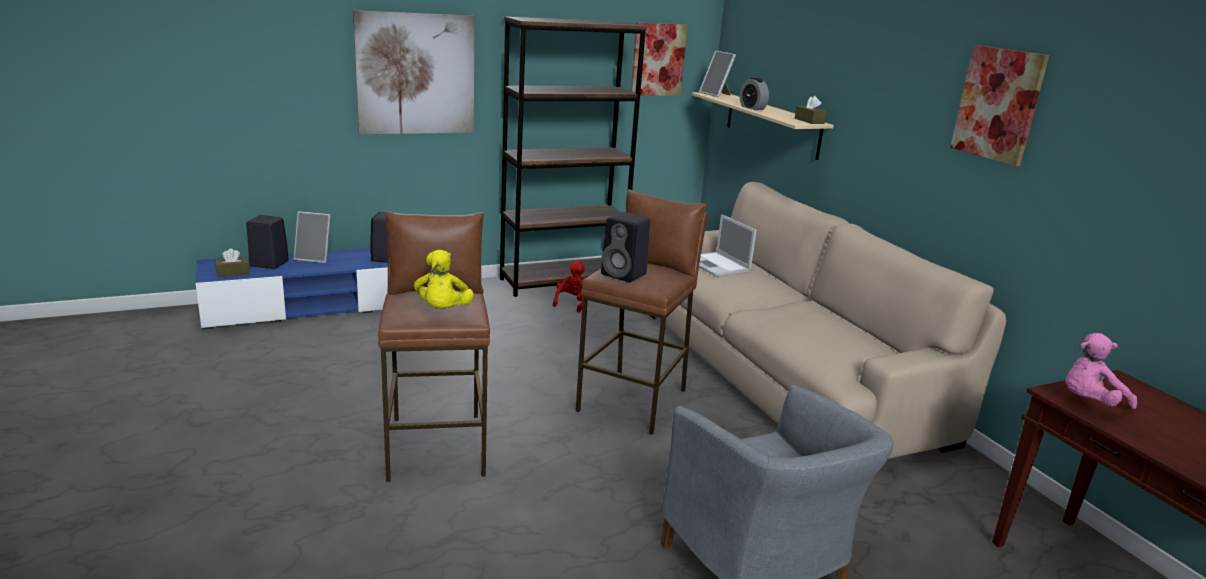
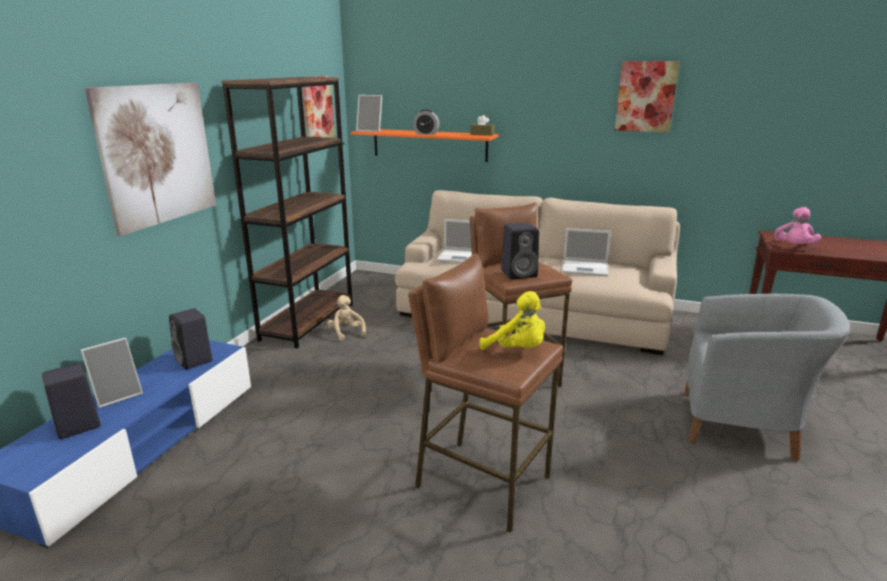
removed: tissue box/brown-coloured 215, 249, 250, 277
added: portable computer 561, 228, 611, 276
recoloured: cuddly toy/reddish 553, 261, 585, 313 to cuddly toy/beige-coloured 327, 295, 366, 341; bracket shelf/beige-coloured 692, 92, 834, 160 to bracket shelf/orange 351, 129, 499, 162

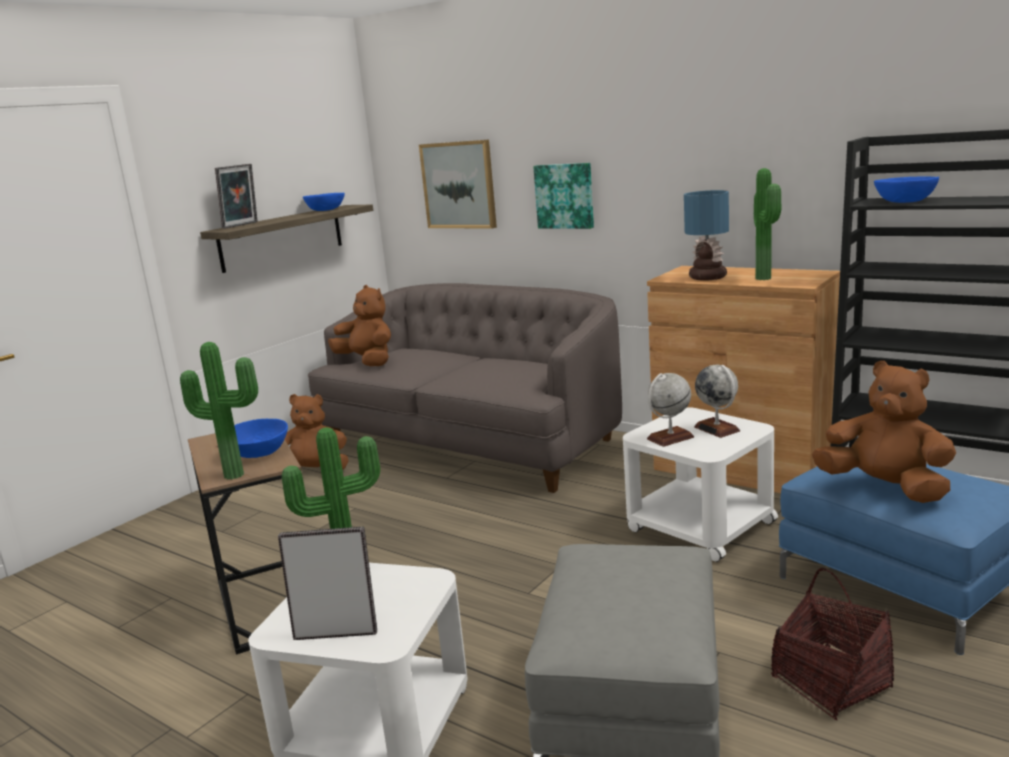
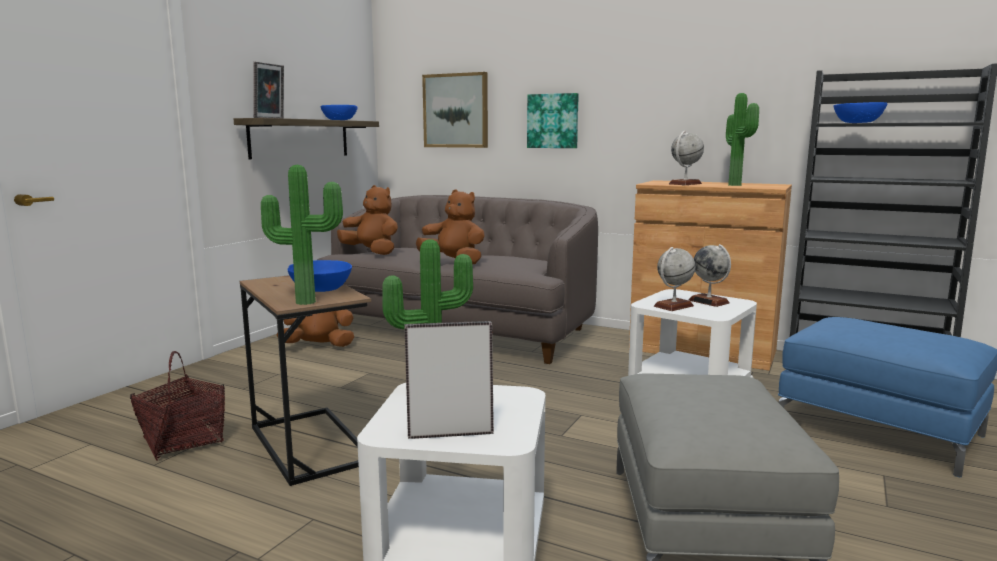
moved: storage basket 771, 568, 894, 720 to 130, 351, 225, 461; cuddly toy/brown-coloured 812, 361, 956, 503 to 416, 189, 485, 264
replaced: table lamp 684, 190, 729, 281 to world globe 669, 131, 704, 185

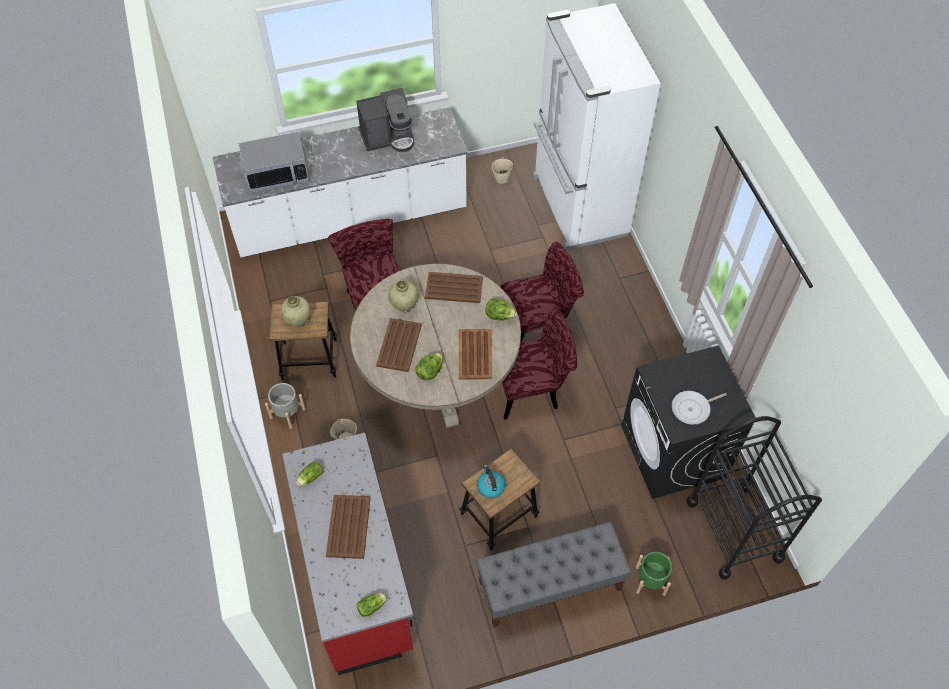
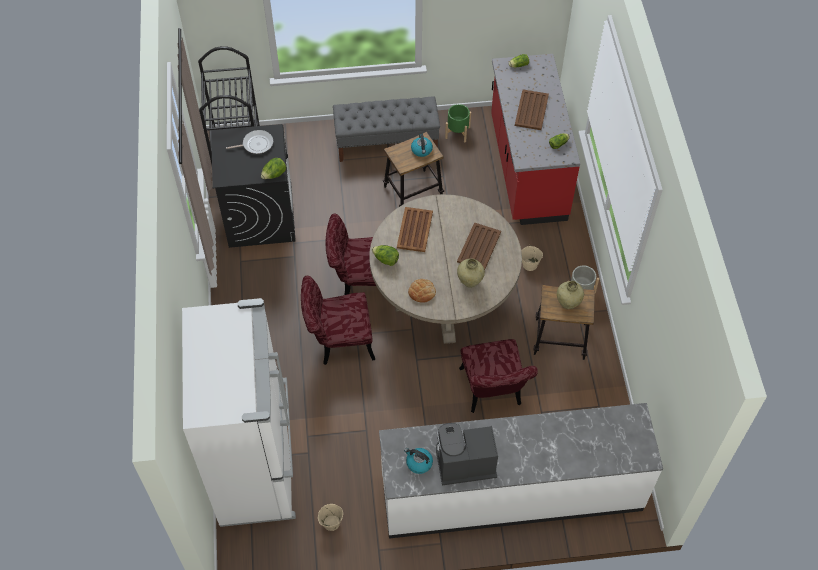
removed: kitchen microwave 239, 132, 309, 193
added: kettle 404, 448, 433, 474
moved: lettuce head 415, 353, 443, 381 to 261, 158, 286, 179; plant pot/greenish 636, 552, 672, 596 to 445, 104, 471, 143
replaced: serving tray/brown-coloured 425, 272, 483, 303 to bakery bread 408, 279, 436, 303

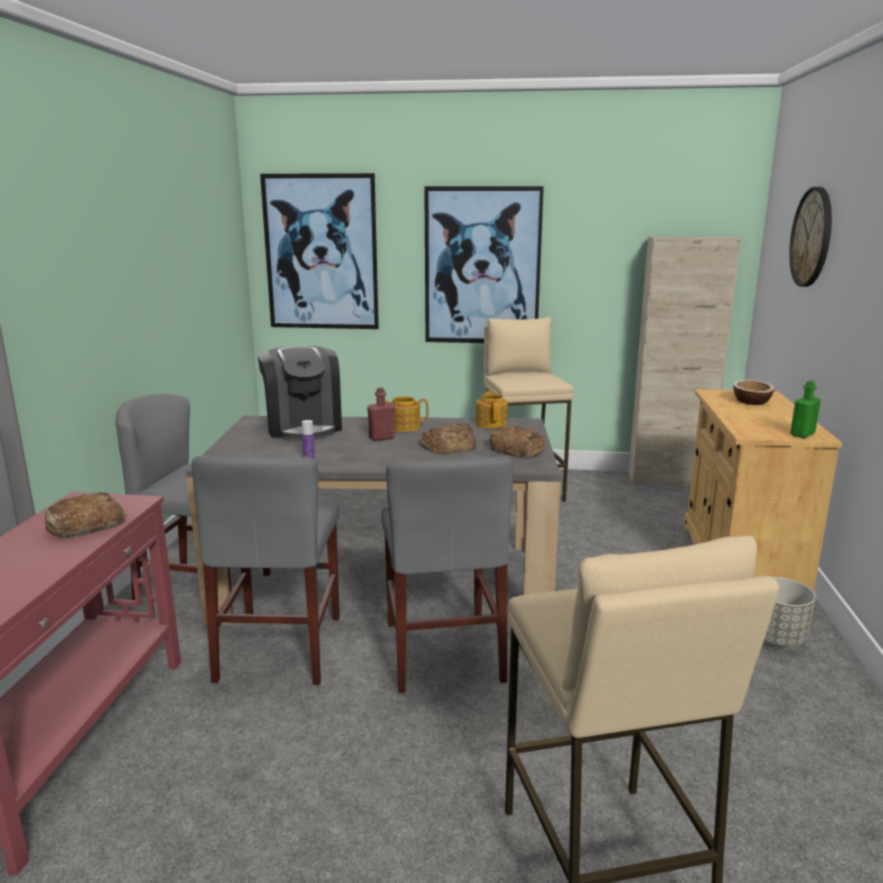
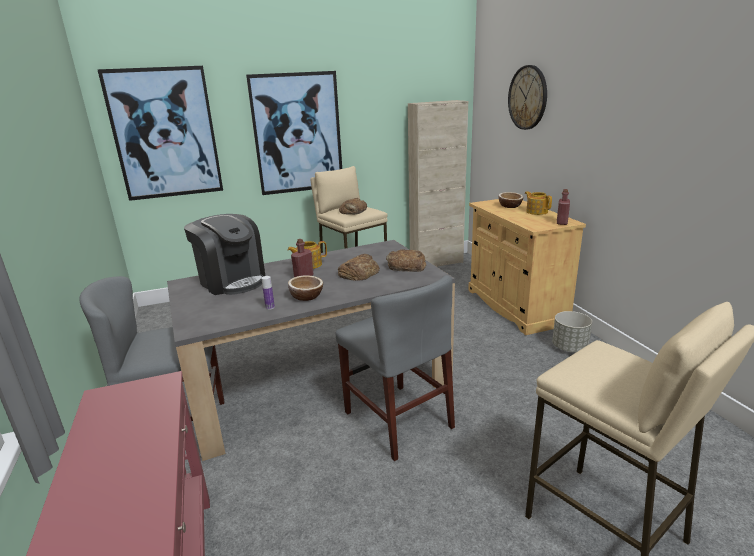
removed: chair/greyish 191, 456, 340, 685
added: serving bowl 288, 275, 323, 301
moved: bakery bread 45, 492, 127, 539 to 339, 198, 367, 215; pot for tea 476, 391, 508, 429 to 525, 191, 552, 215
recoloured: beverage bottle/greenish 790, 380, 821, 438 to beverage bottle/reddish 557, 189, 570, 225

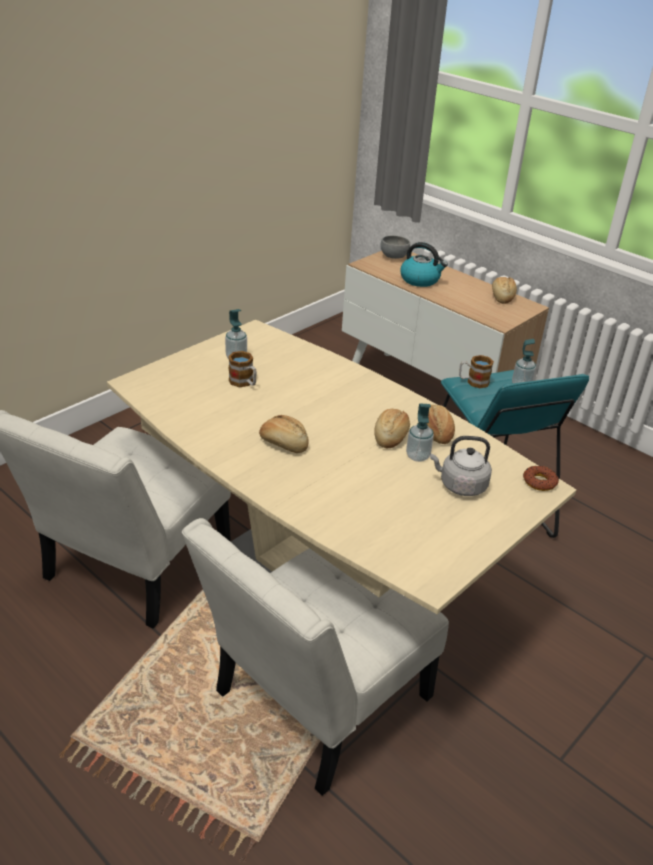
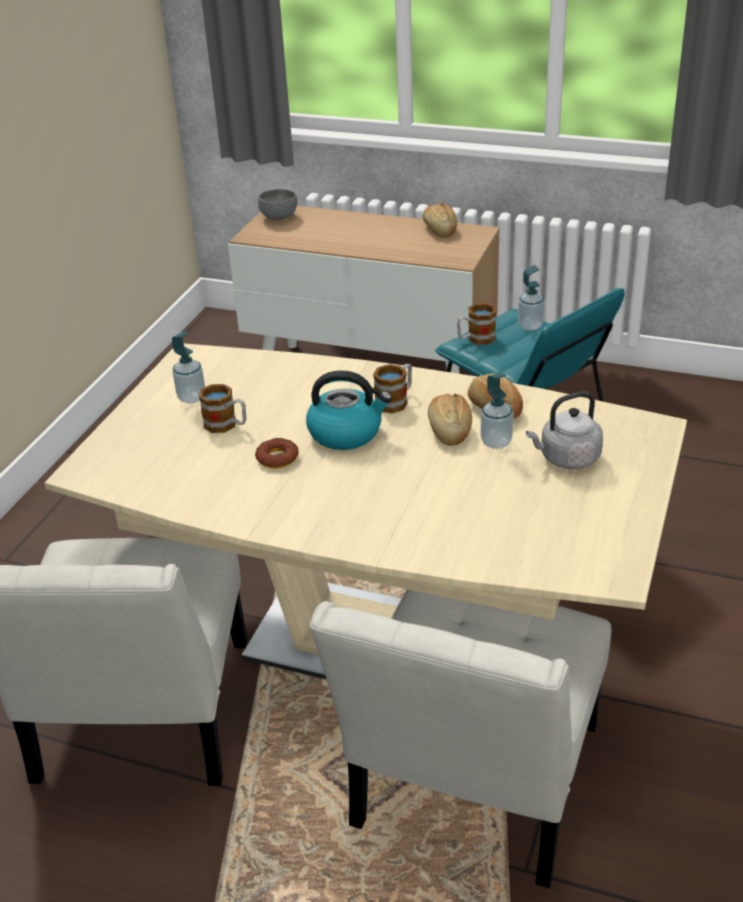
removed: bakery bread 259, 415, 309, 453
added: tea mug 373, 364, 412, 413
moved: kettle 400, 242, 448, 287 to 306, 370, 392, 450; donut 523, 466, 559, 491 to 255, 438, 298, 468

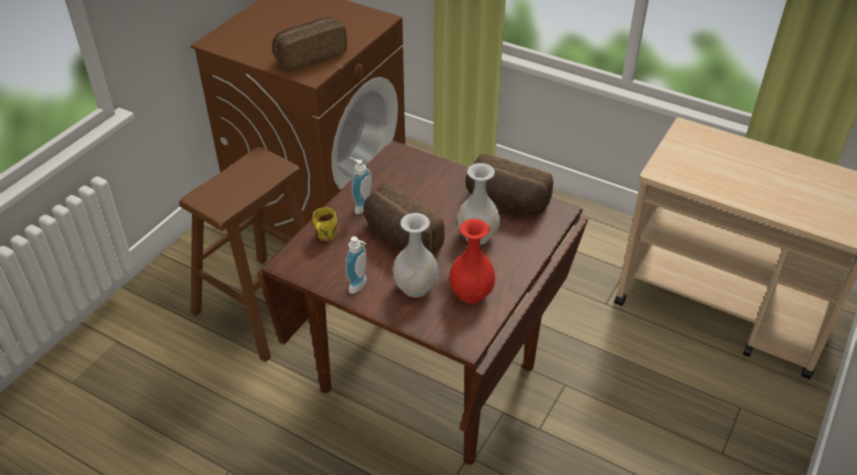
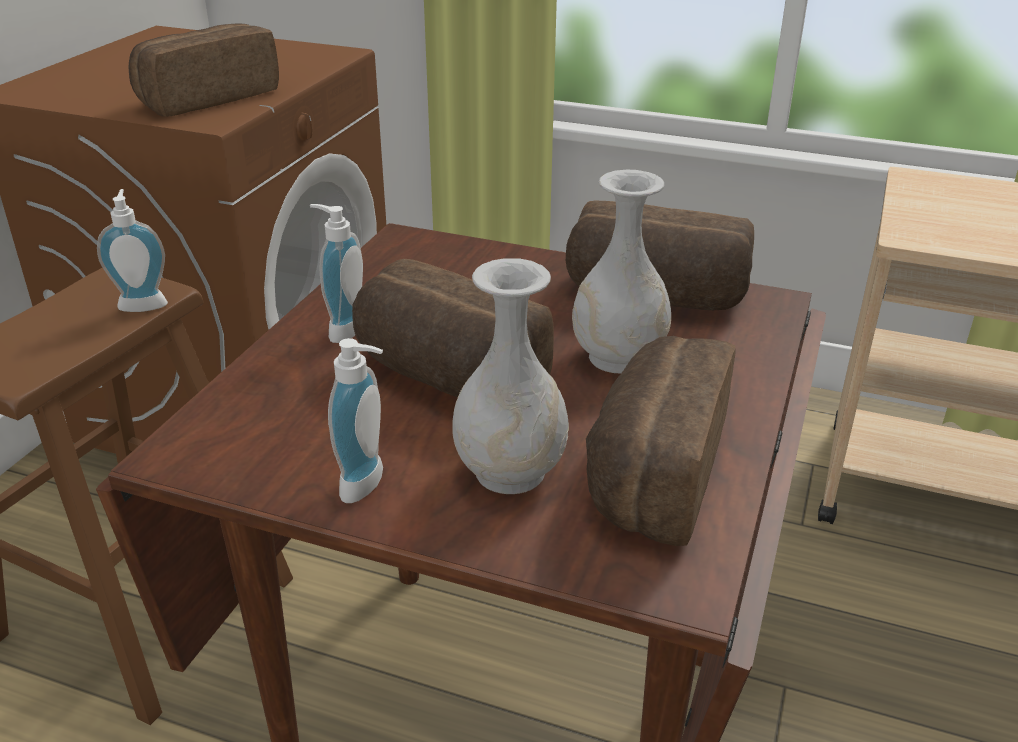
removed: tea mug/yellow-coloured 312, 207, 337, 241
added: soap bottle 97, 189, 168, 312
replaced: decorative vase/reddish 449, 219, 495, 304 to bakery bread 586, 336, 736, 546

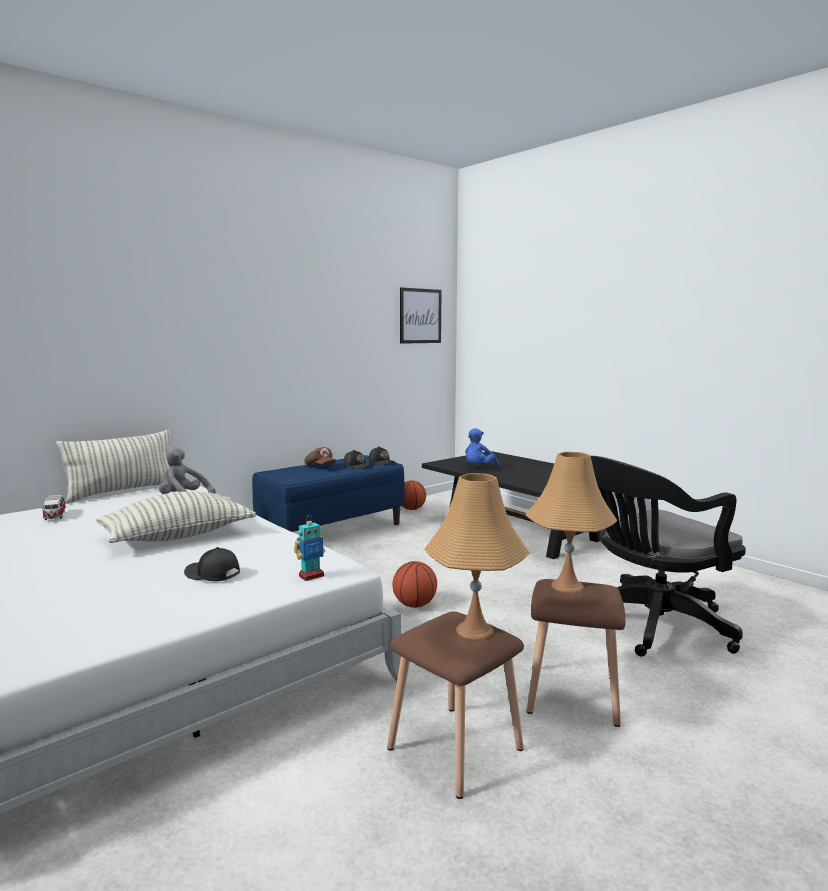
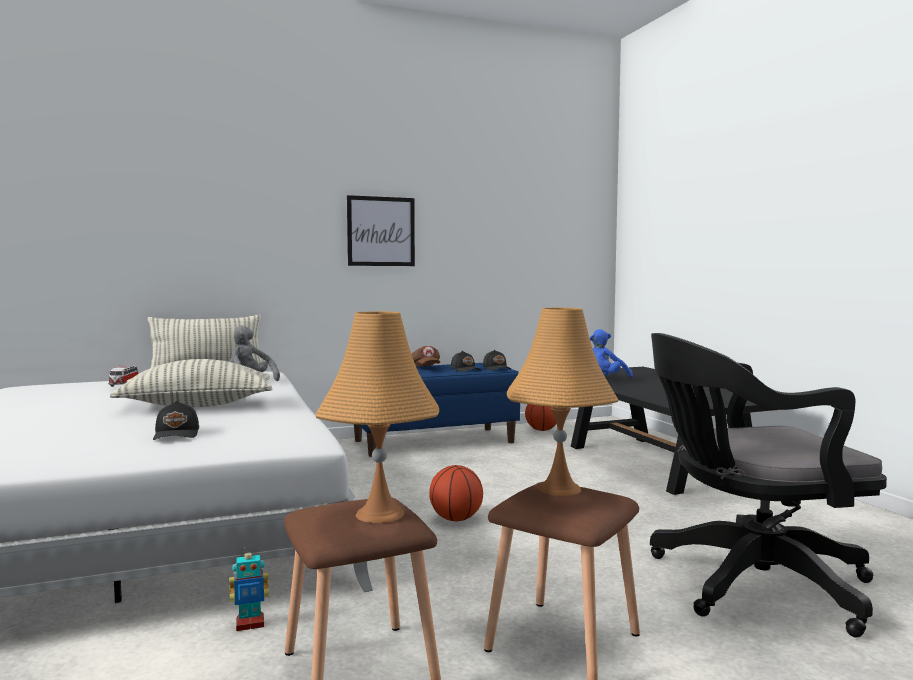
moved: toy robot 294, 515, 325, 581 to 229, 546, 269, 631; wall art 400, 287, 441, 344 to 347, 195, 415, 266
turned: cap/black-coloured 184, 547, 240, 581 = 153, 401, 199, 440 150 degrees counterclockwise

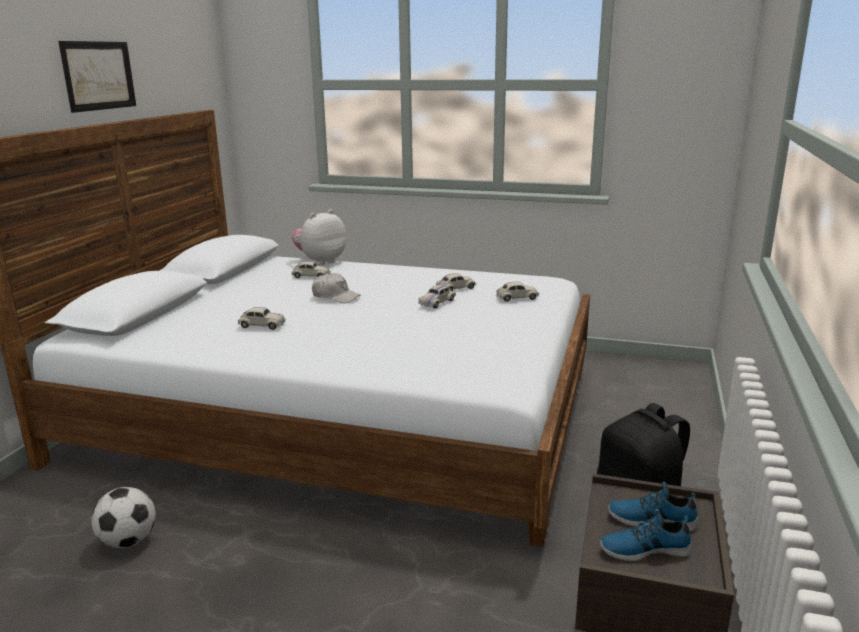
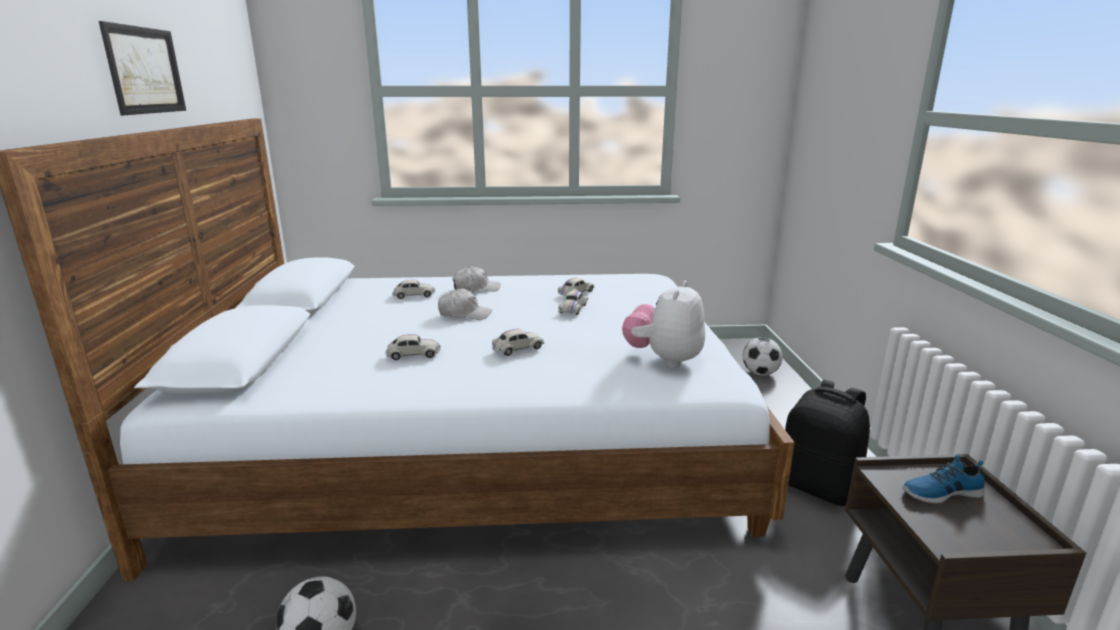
removed: shoe 600, 509, 692, 561
added: cap/white-coloured 453, 267, 501, 292; football ball 743, 337, 783, 376
moved: cuddly toy 292, 210, 347, 265 to 622, 281, 705, 368; model car/white-coloured 496, 282, 539, 302 to 492, 329, 545, 356

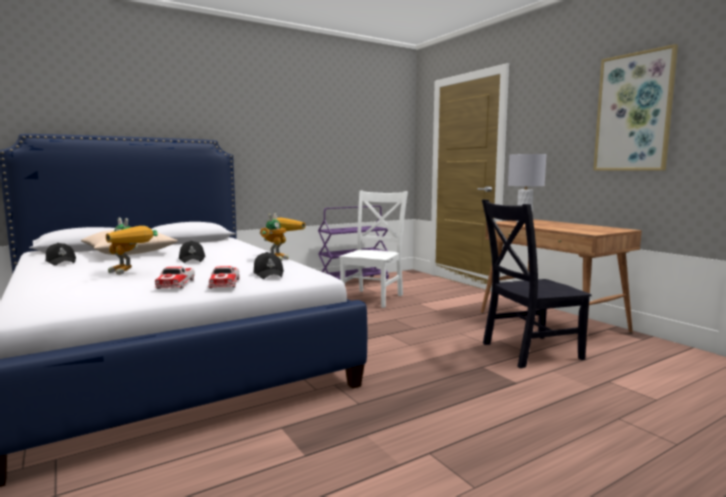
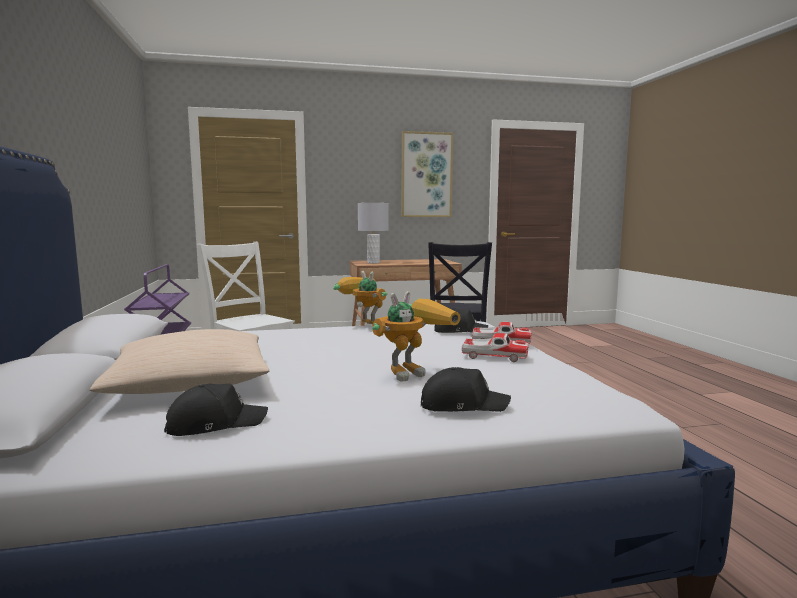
moved: cap/black-coloured 179, 241, 205, 263 to 421, 367, 511, 412

